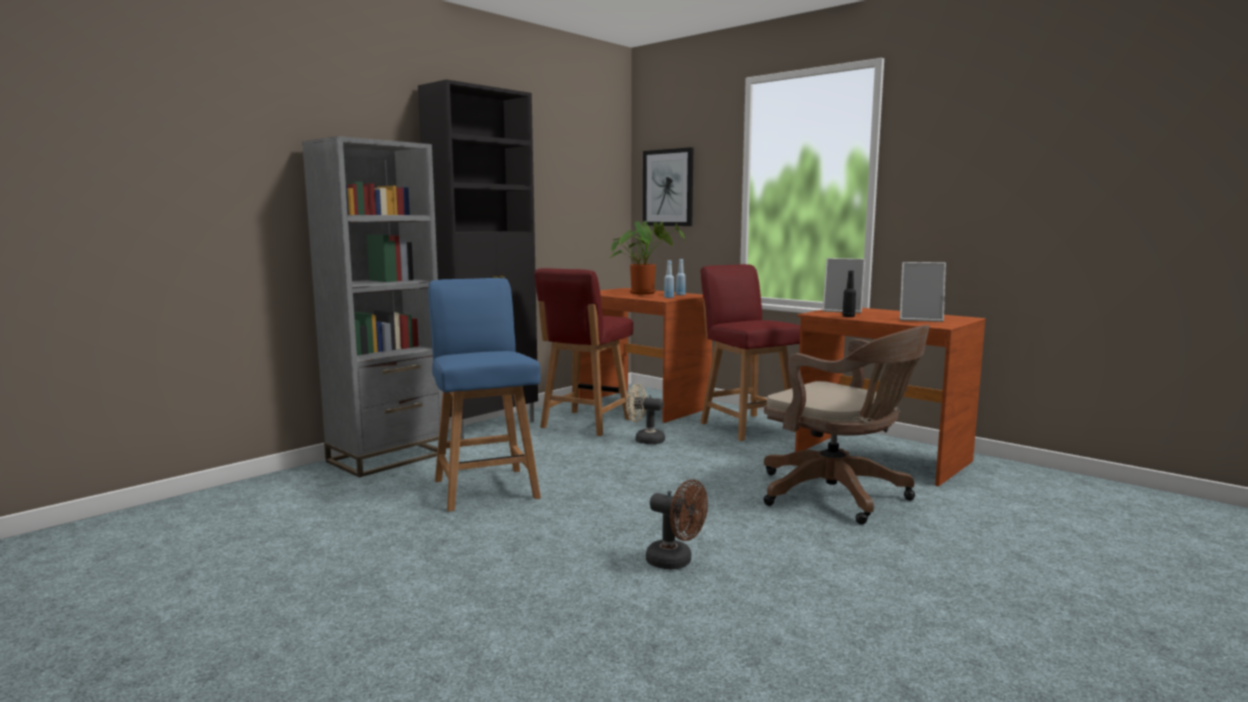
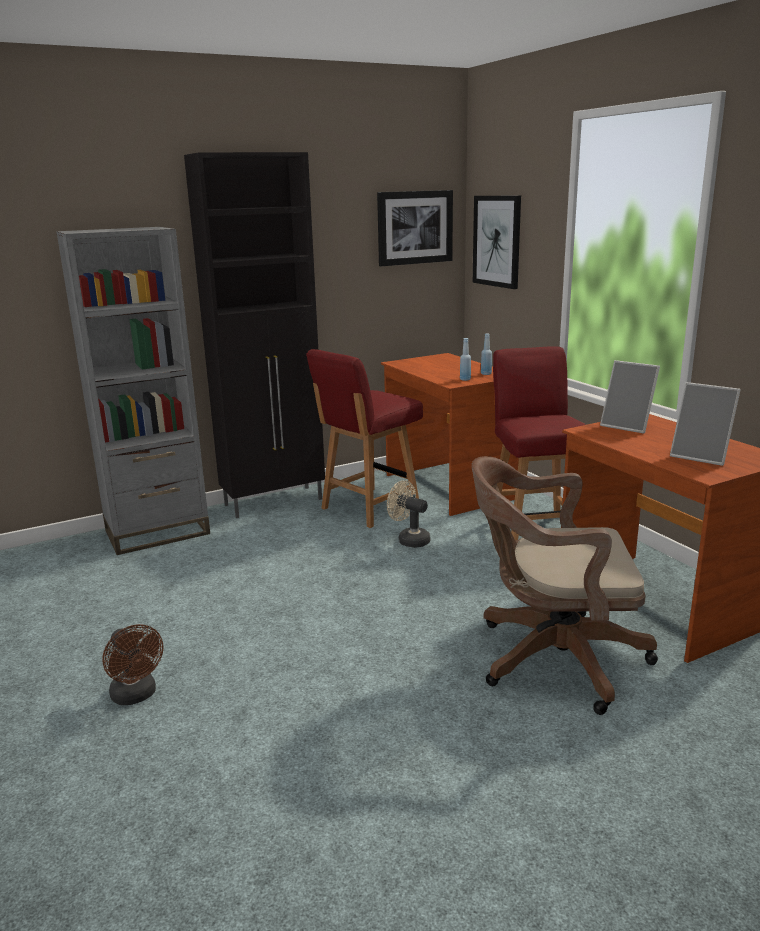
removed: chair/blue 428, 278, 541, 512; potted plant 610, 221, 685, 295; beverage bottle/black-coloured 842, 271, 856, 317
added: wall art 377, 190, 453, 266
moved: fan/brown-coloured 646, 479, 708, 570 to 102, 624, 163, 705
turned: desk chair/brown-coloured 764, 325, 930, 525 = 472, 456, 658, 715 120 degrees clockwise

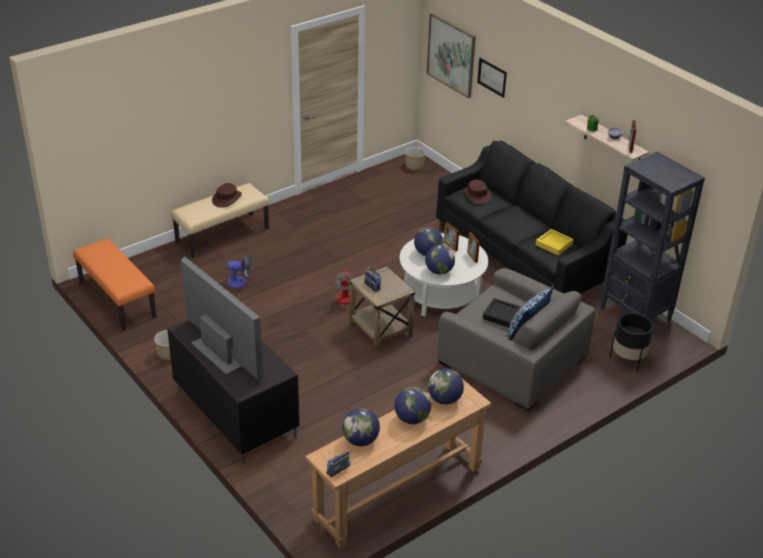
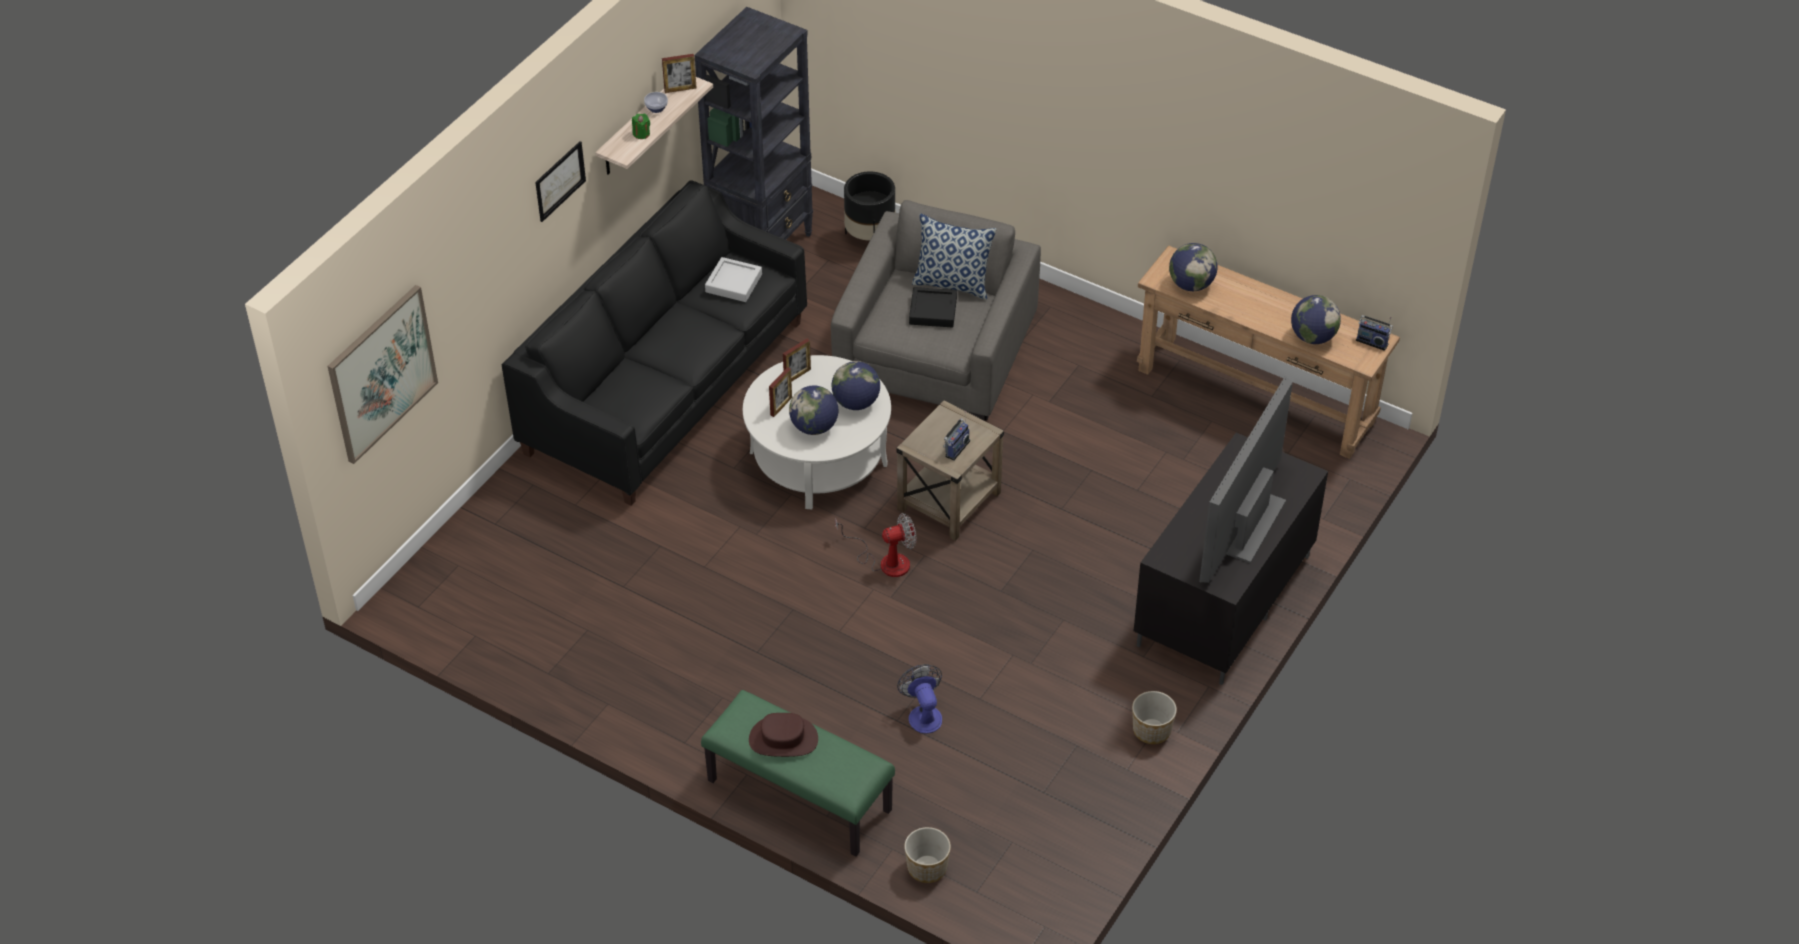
removed: bench/orange 73, 238, 156, 331; world globe 394, 387, 431, 424; clothing hat/brown-coloured 464, 179, 491, 204
moved: plant pot 405, 147, 426, 171 to 904, 827, 951, 883; wall art 477, 58, 507, 98 to 535, 141, 586, 222
recoloured: bench/beige-coloured 171, 183, 269, 258 to bench/greenish 701, 690, 895, 857; serving tray/yellow-coloured 536, 229, 574, 255 to serving tray/greyish 705, 257, 762, 302

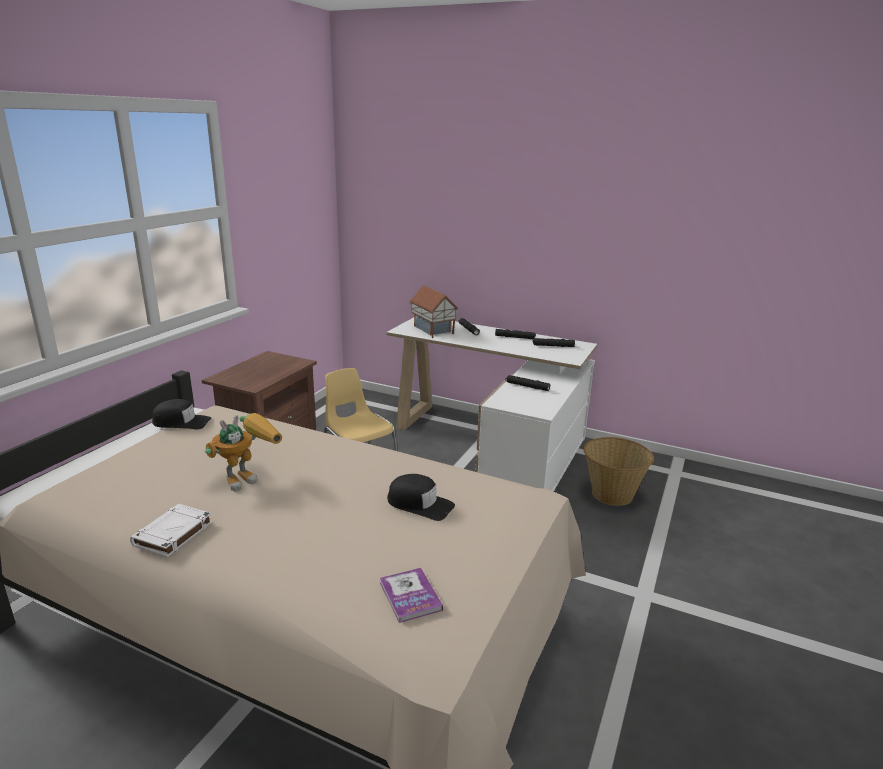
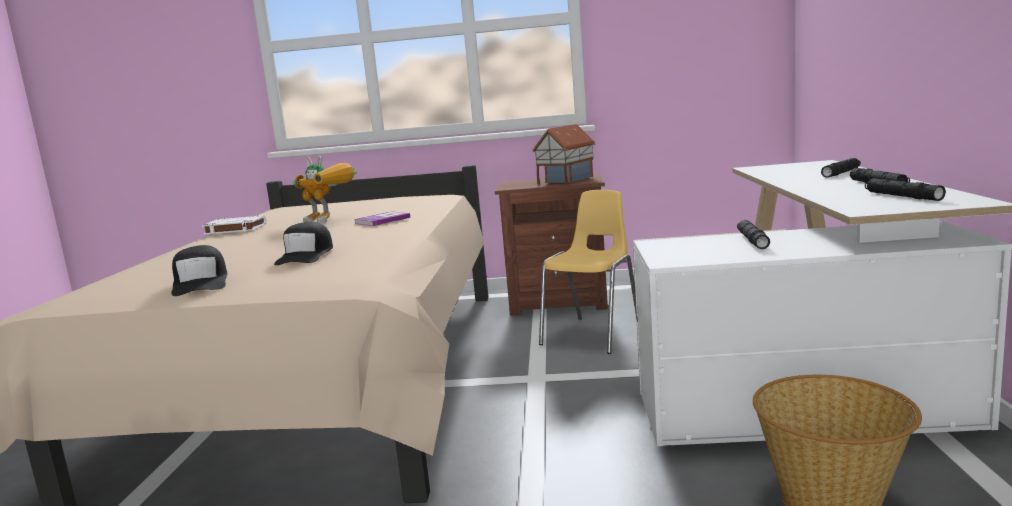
moved: cap/black-coloured 152, 399, 211, 429 to 171, 245, 227, 296; volume 380, 568, 443, 623 to 355, 211, 410, 226; toy house 410, 285, 458, 338 to 532, 124, 595, 184

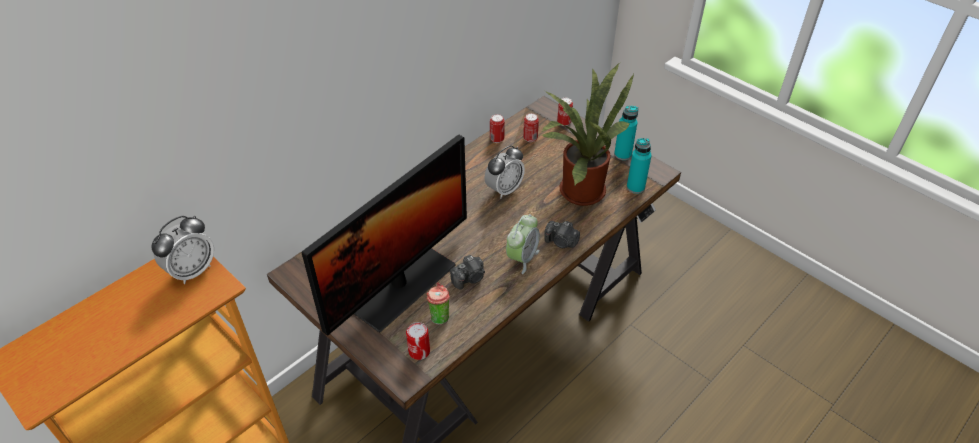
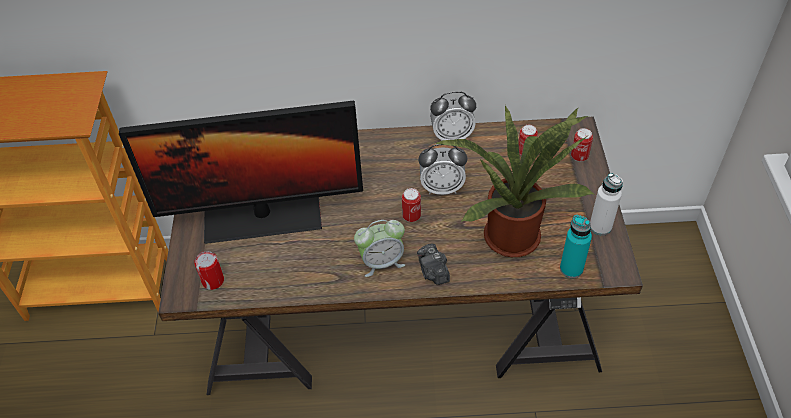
removed: cup 426, 282, 450, 325; still camera 450, 255, 485, 290
moved: table clock 152, 216, 214, 284 to 430, 91, 476, 141; can 490, 114, 505, 143 to 402, 188, 421, 222
recoloured: beverage bottle/blue-green 614, 106, 638, 160 to beverage bottle/white-coloured 590, 173, 623, 236

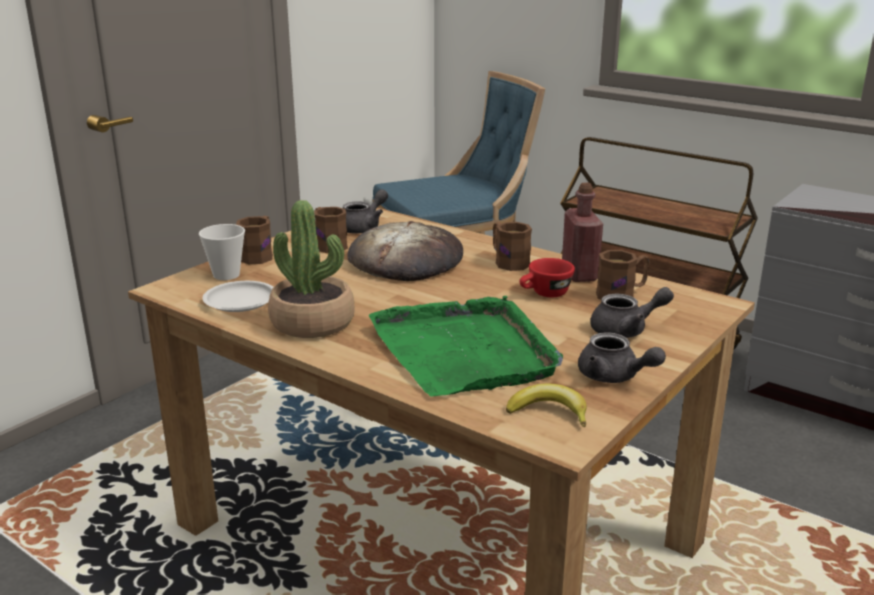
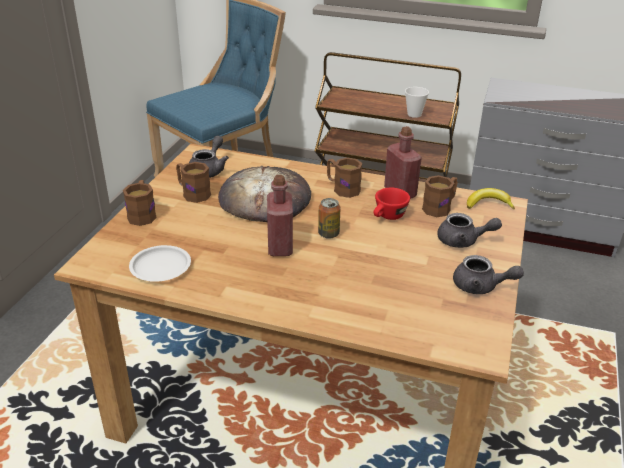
removed: potted plant 268, 200, 354, 338; serving tray/greenish 369, 296, 563, 396
added: beverage bottle/reddish 267, 175, 293, 256; can 318, 198, 340, 239
moved: cup 199, 224, 245, 280 to 405, 87, 429, 118; banana 506, 384, 586, 427 to 467, 188, 515, 209
turned: pot for tea/greyish 590, 287, 674, 338 = 437, 213, 502, 248 45 degrees clockwise

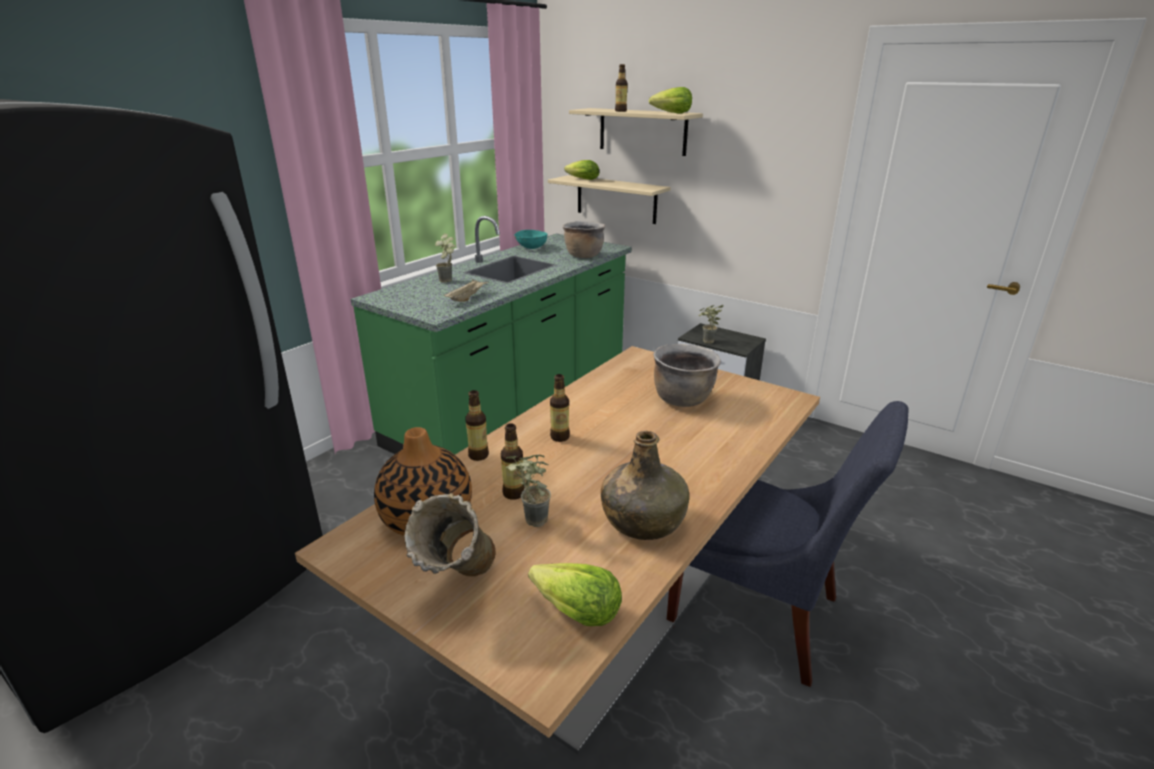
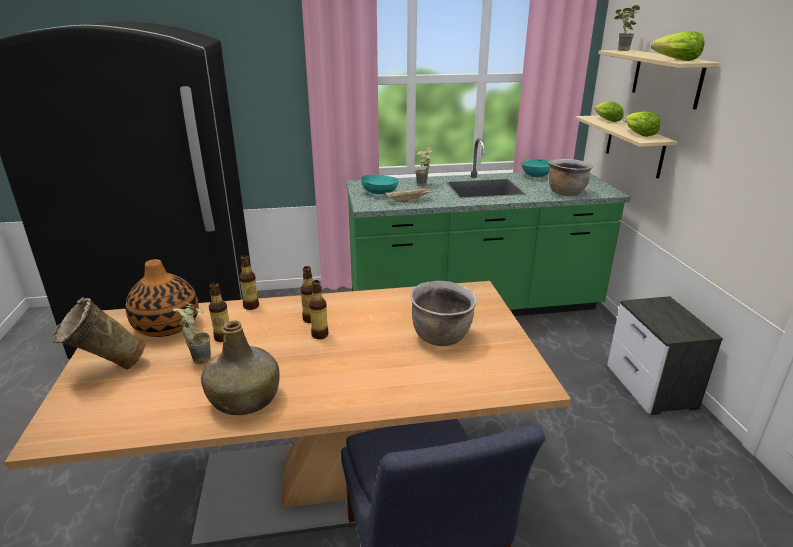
added: serving bowl/blue-green 361, 175, 399, 194
moved: lettuce head 528, 563, 622, 626 to 625, 111, 660, 137; beverage bottle 615, 64, 628, 112 to 309, 280, 329, 339; potted plant 699, 305, 724, 344 to 614, 5, 640, 51

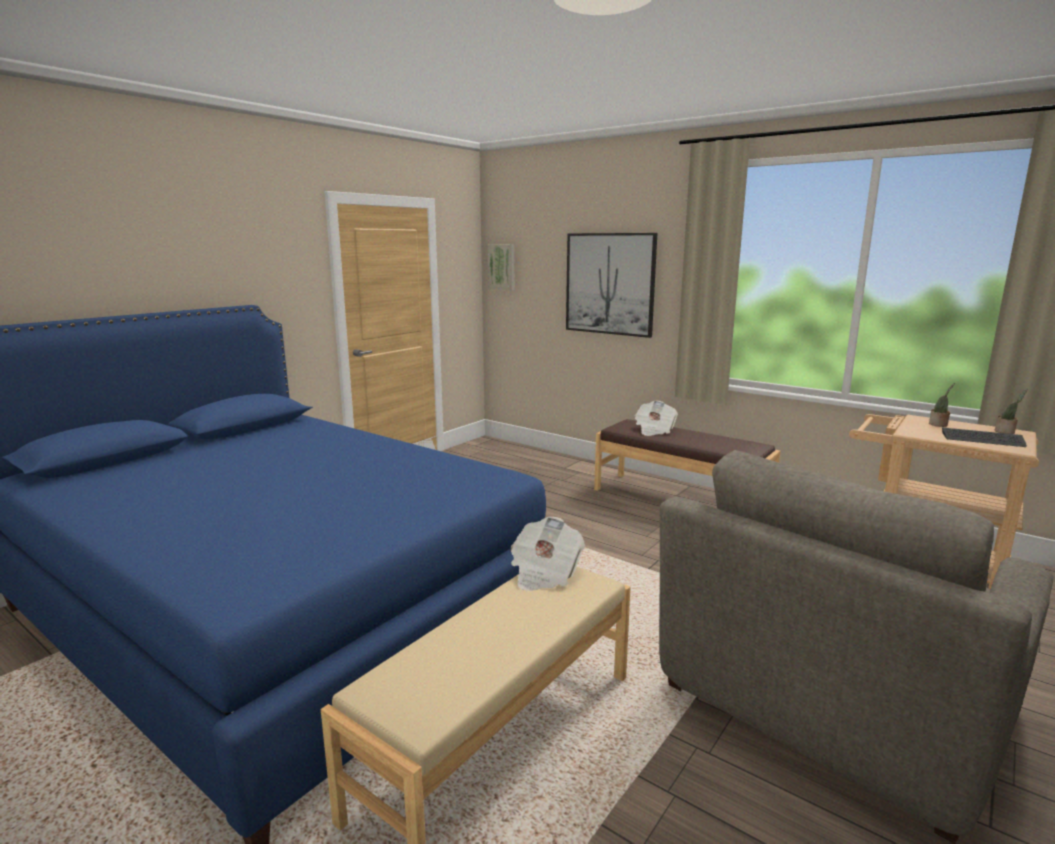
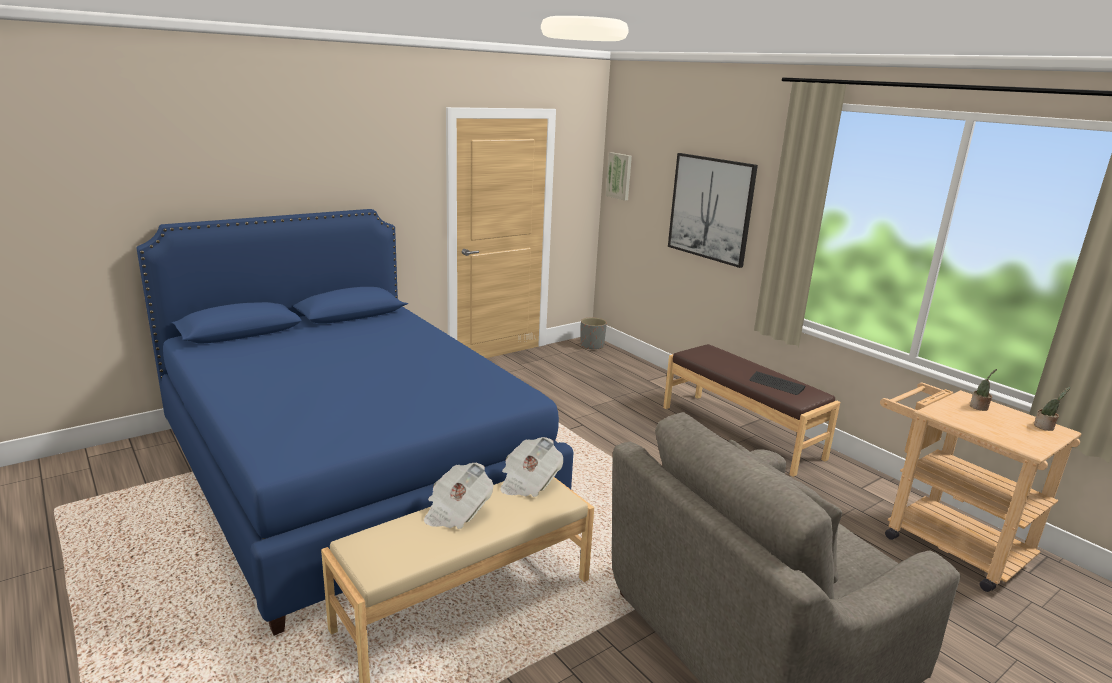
added: plant pot/greyish 581, 317, 607, 350
moved: daily paper 634, 401, 678, 436 to 424, 463, 493, 529; PC keyboard 942, 428, 1027, 447 to 750, 371, 806, 395

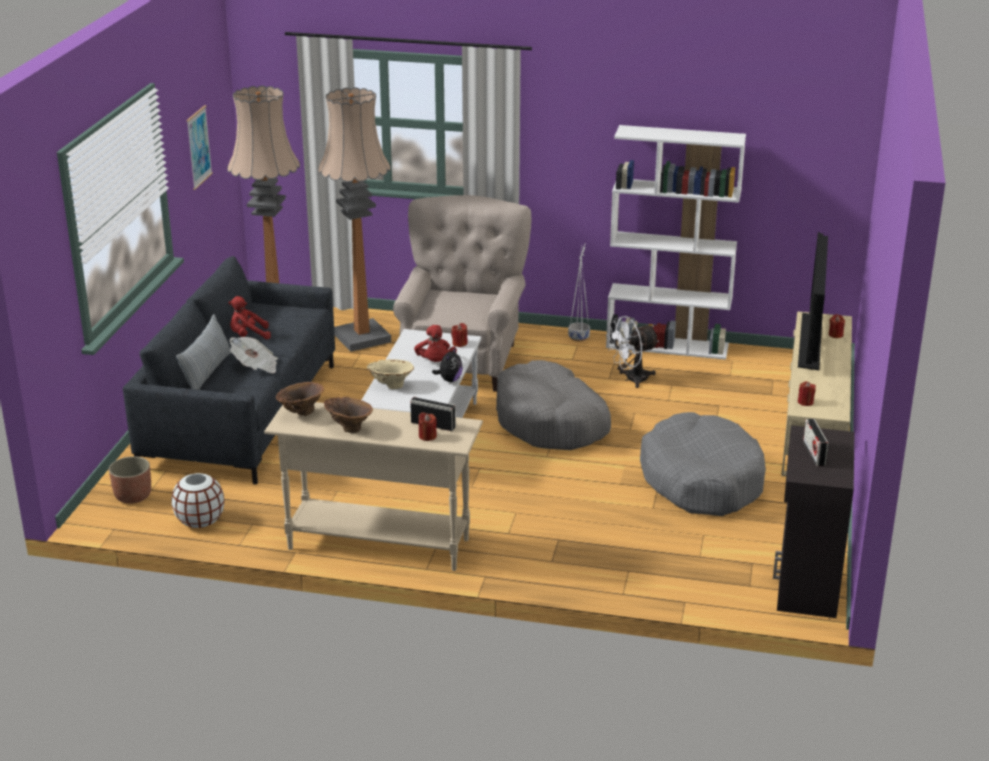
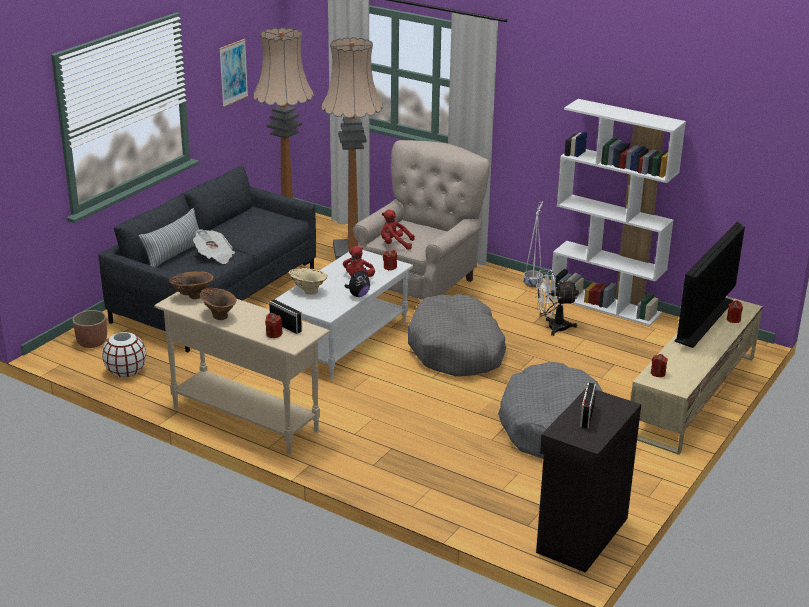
moved: cuddly toy/reddish 228, 296, 271, 340 to 381, 209, 415, 250

